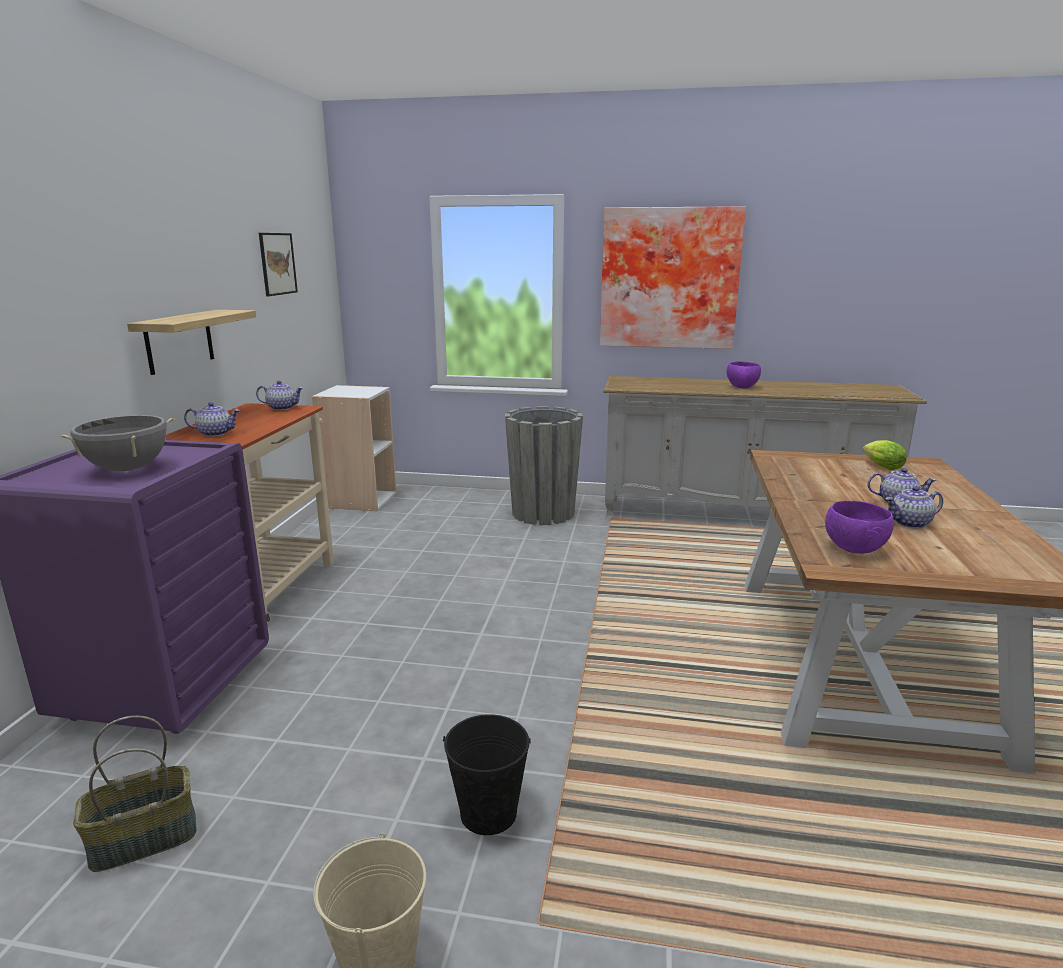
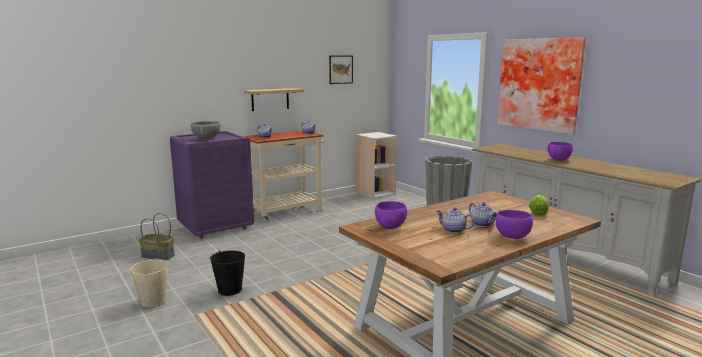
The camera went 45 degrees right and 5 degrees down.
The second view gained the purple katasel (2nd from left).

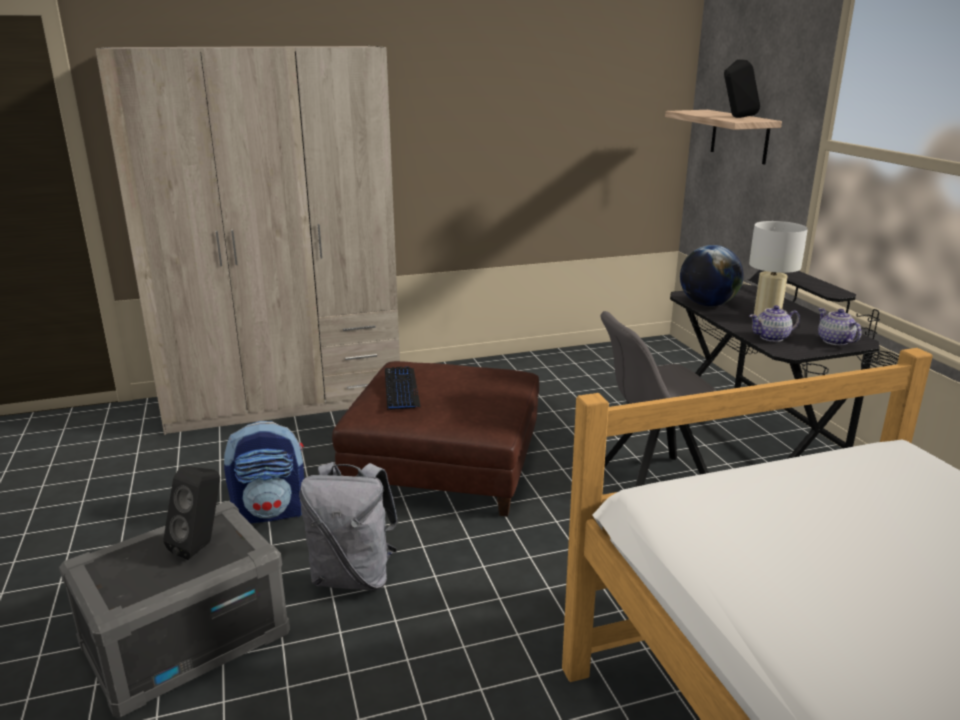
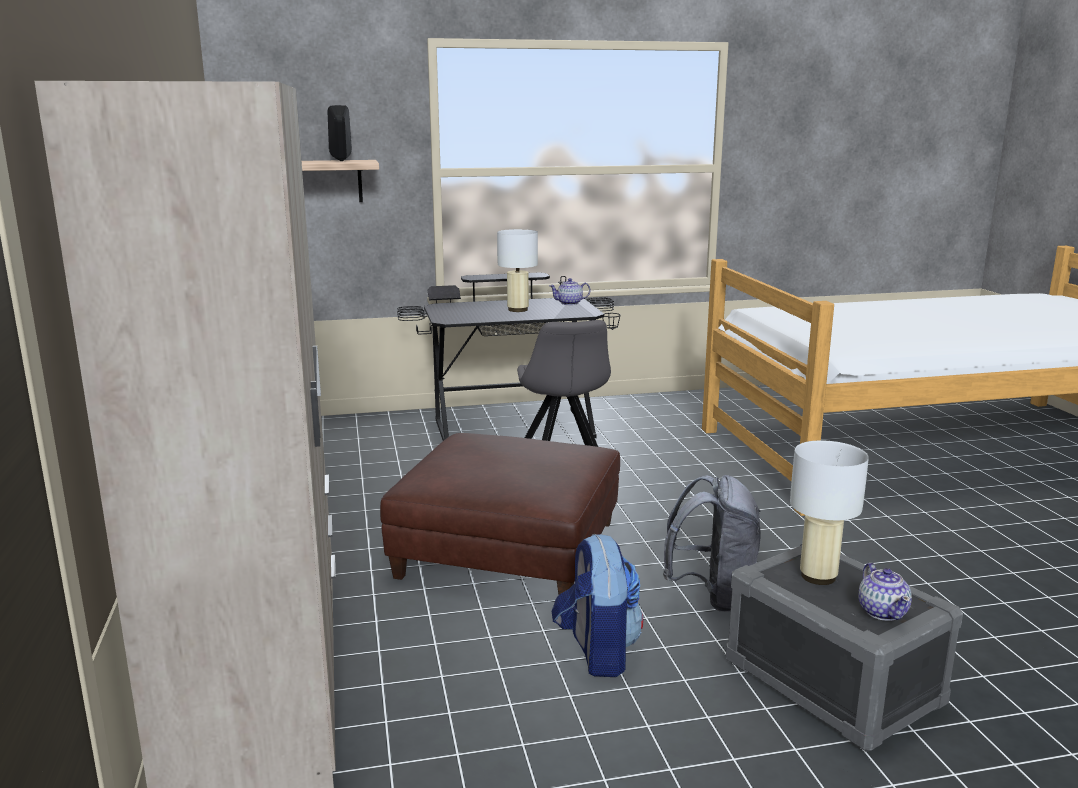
The camera went 85 degrees left and 5 degrees down.
The second view lost the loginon.
The second view lost the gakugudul.
The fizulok (1st from left in the first image) ended up elsewhere.
Where the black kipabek (1st from left) stood, the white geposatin (2nd from left) came to stand.

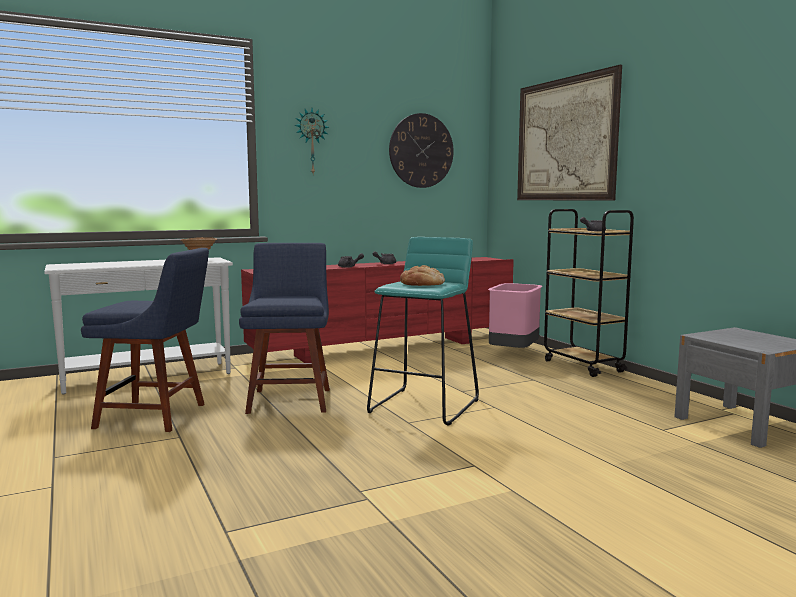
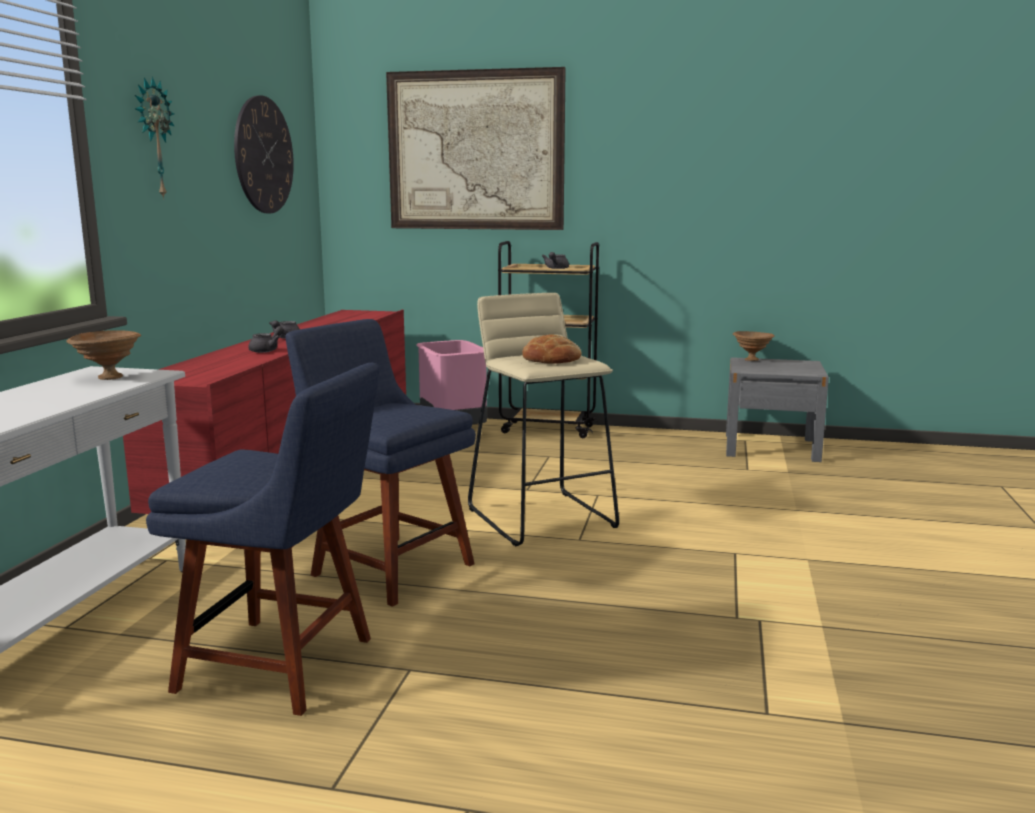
The camera went 50 degrees left and 5 degrees up.
The second view gained the brown katasel (2nd from left).
What was the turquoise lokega turned into the beige lokega.
The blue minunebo (1st from left) ended up facing another way, 60 degrees clockwise from before.

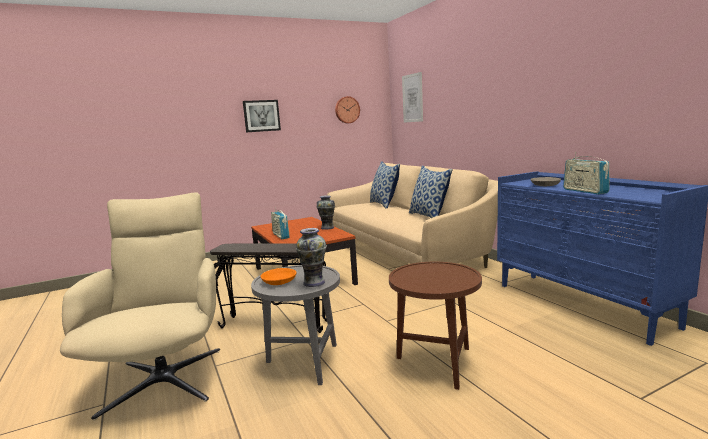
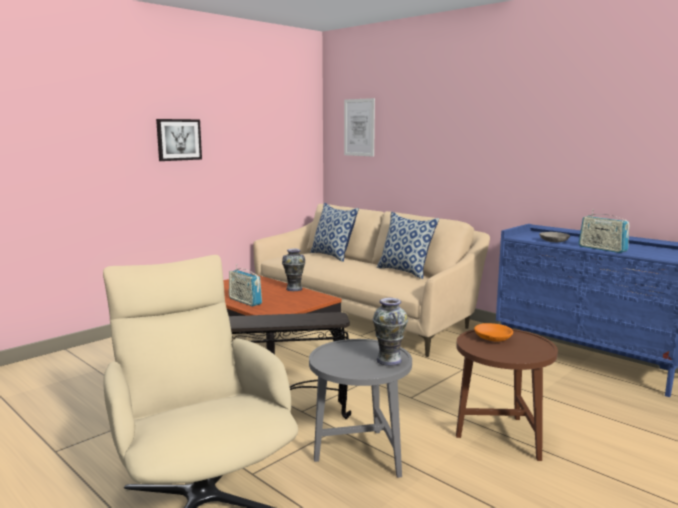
The camera went 20 degrees left and 0 degrees up.
The second view lost the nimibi.
The orange katasel ended up elsewhere.

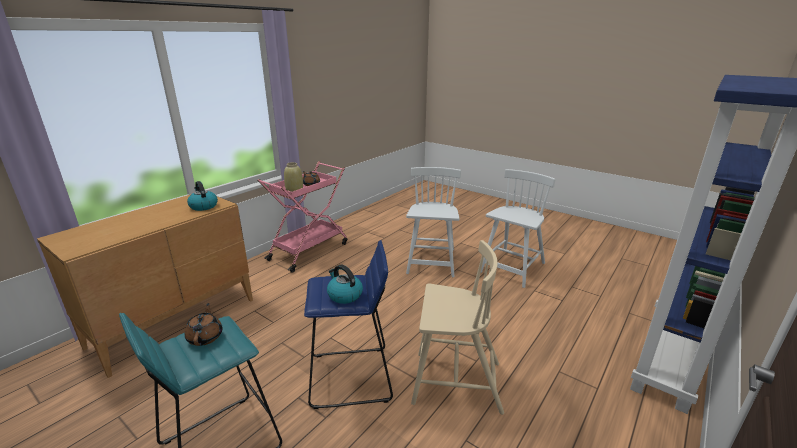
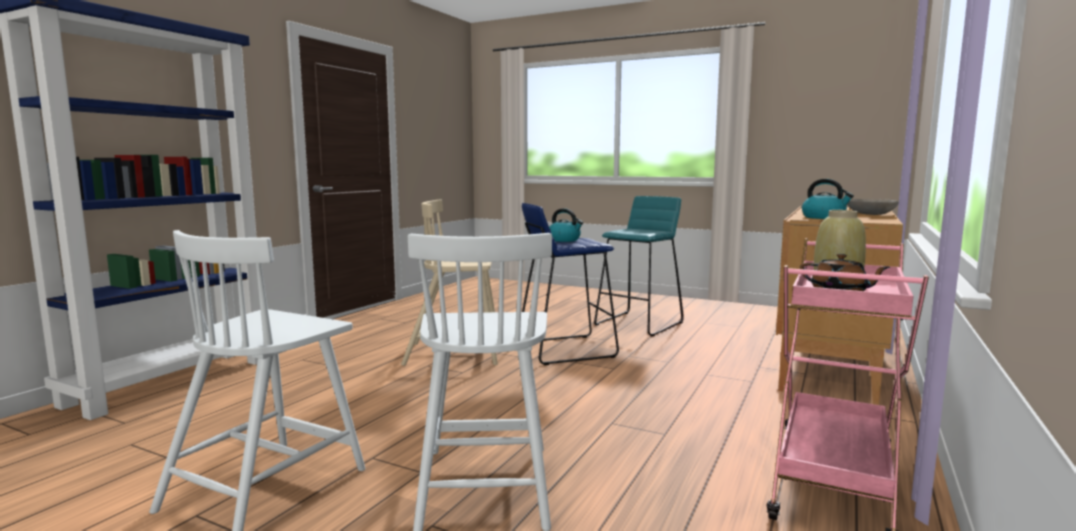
The camera went 170 degrees right and 15 degrees down.
The second view lost the brown fizulok (1st from left).
The second view gained the grey katasel.

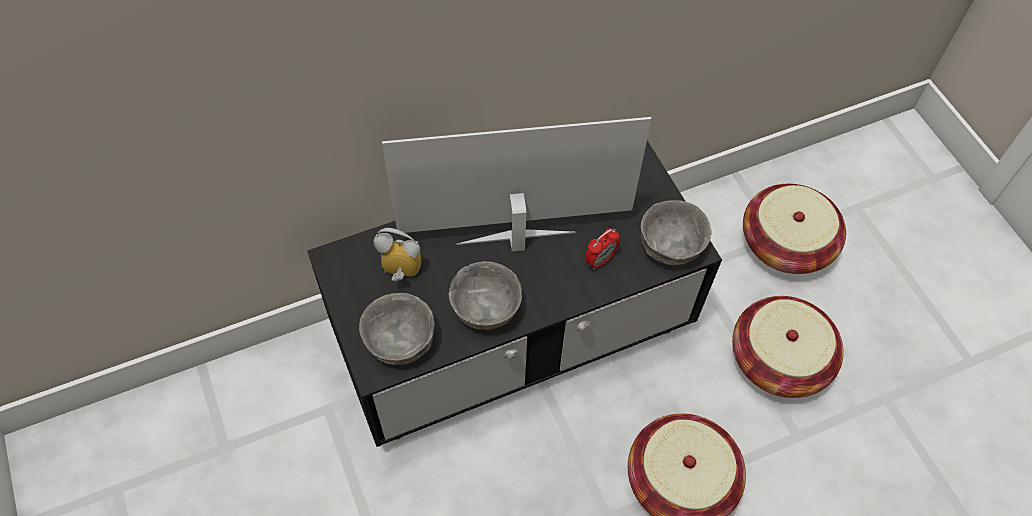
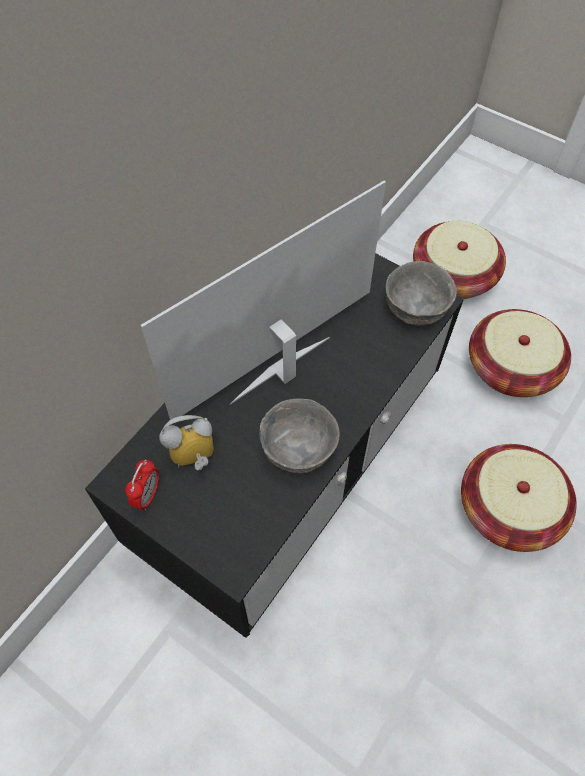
The camera went 30 degrees left and 0 degrees up.
The second view lost the grey katasel (1st from left).
The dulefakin (2nd from left in the first image) ended up elsewhere.

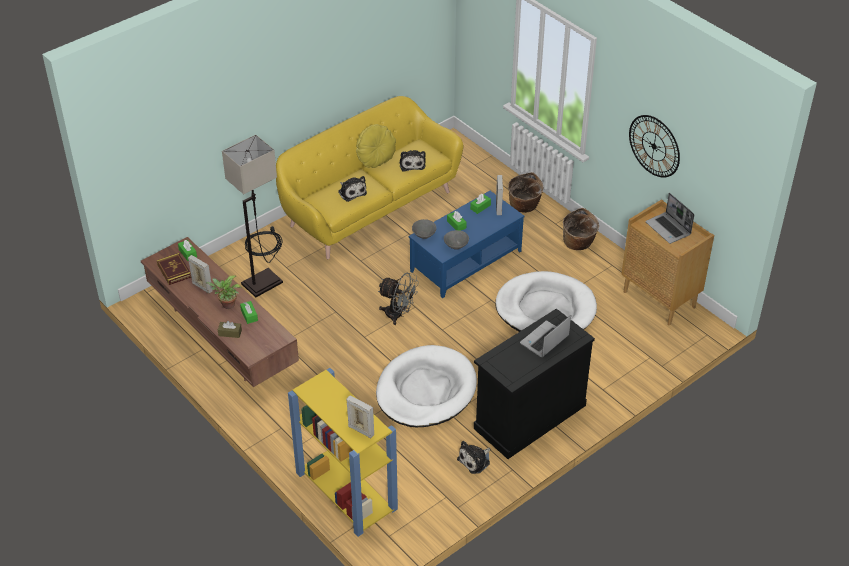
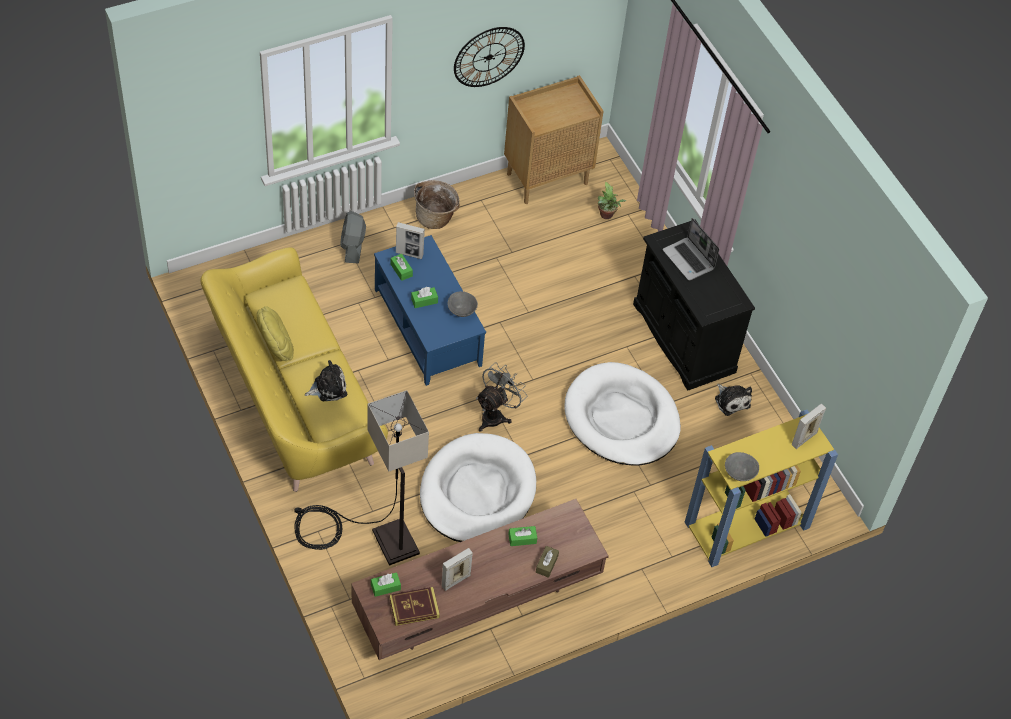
The camera went 80 degrees left and 10 degrees up.
The second view lost the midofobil (2nd from left).
The second view lost the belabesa (2nd from left).
The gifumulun ended up elsewhere.
The grey katasel (1st from left in the first image) ended up elsewhere.
The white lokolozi (2nd from left in the first image) ended up elsewhere.
Where the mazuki (1st from left) stood, the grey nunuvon (1st from left) came to stand.

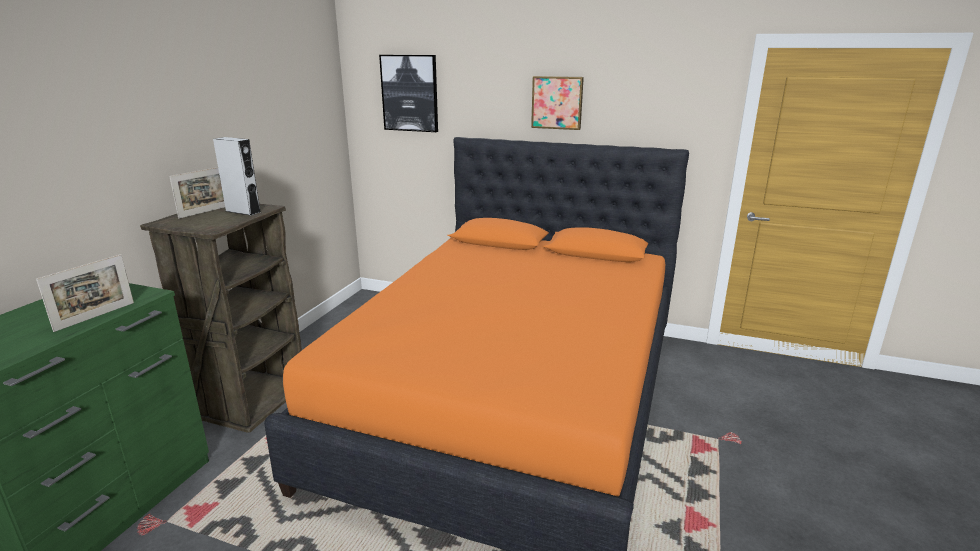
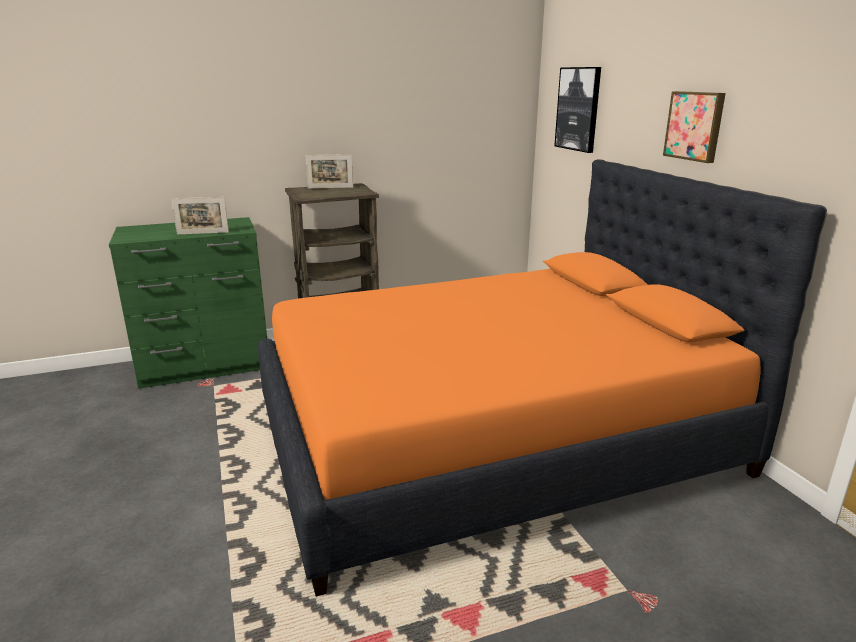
The camera went 50 degrees right and 0 degrees up.
The second view lost the grey kipabek.

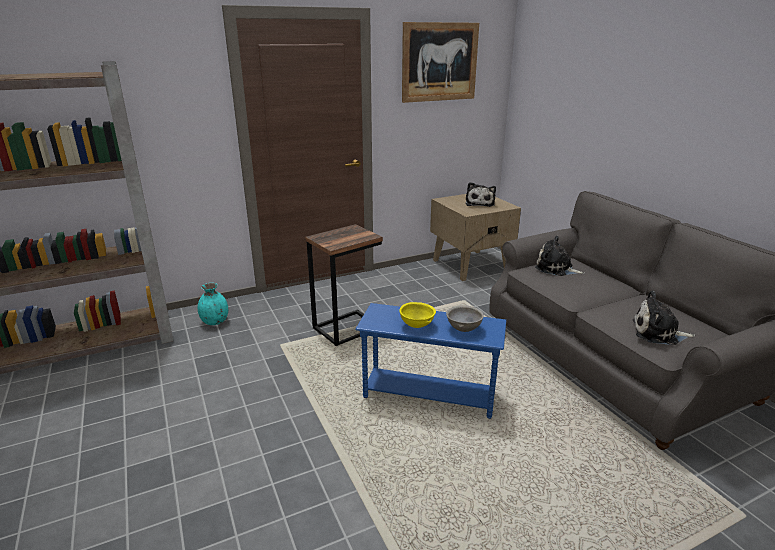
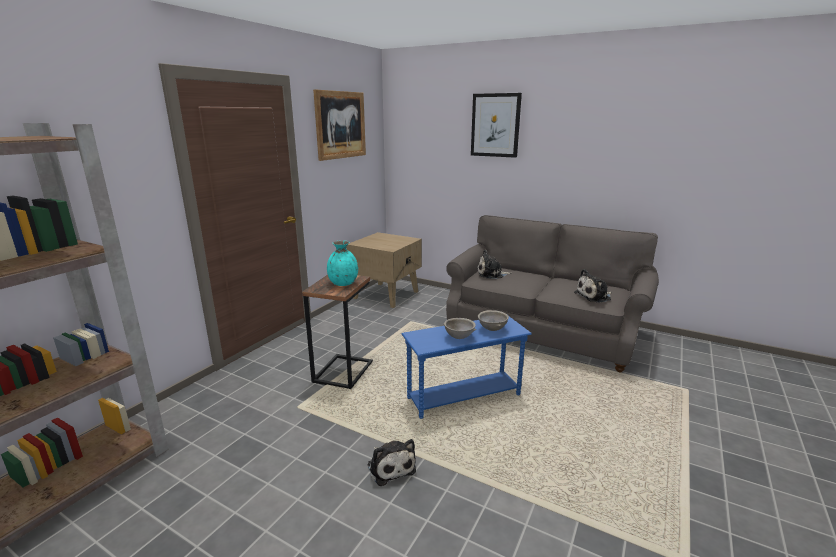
The camera went 35 degrees left and 5 degrees down.
The second view gained the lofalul (2nd from left).
The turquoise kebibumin ended up elsewhere.
The midofobil (1st from left) ended up elsewhere.
What was the yellow katasel turned into the grey katasel (1st from left).

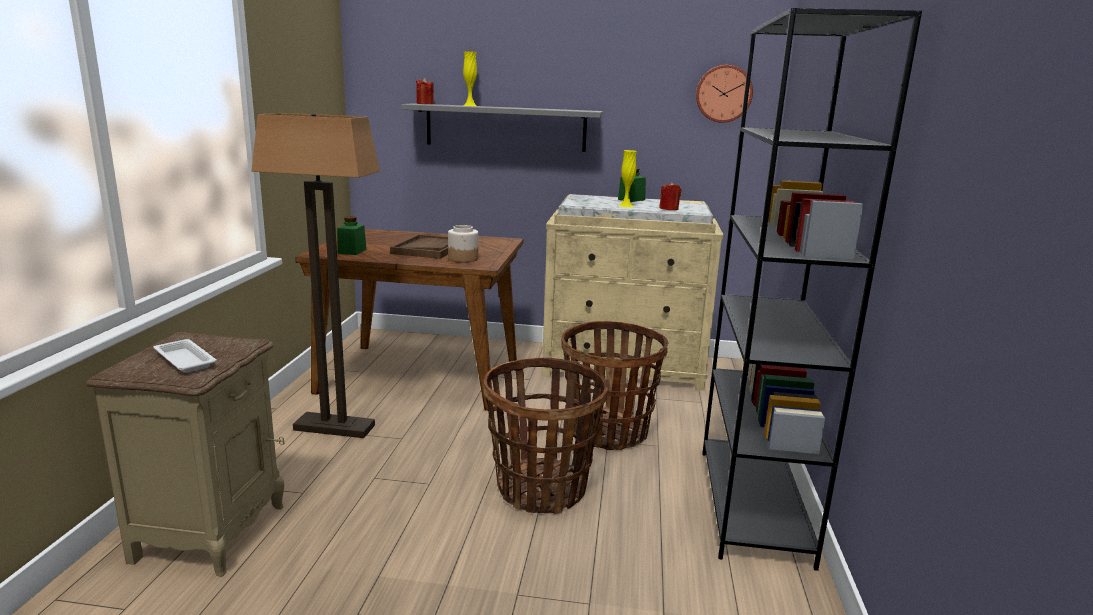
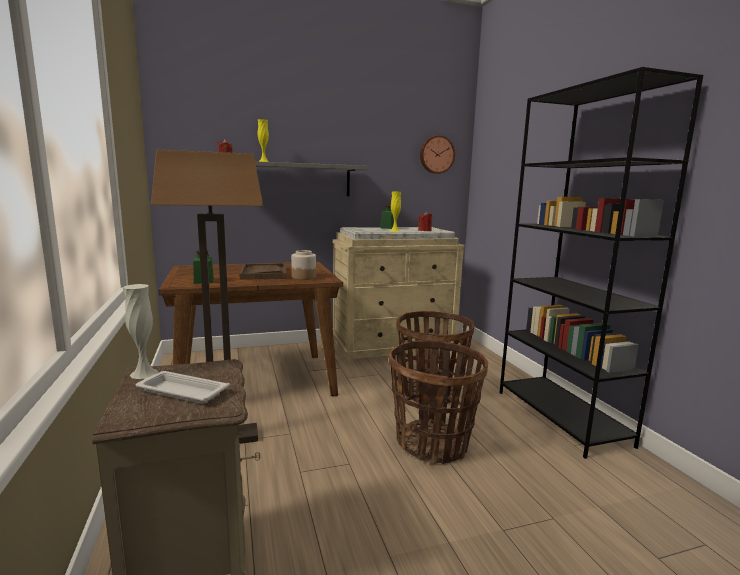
The camera went 25 degrees left and 5 degrees down.
The second view gained the white kebibumin.

